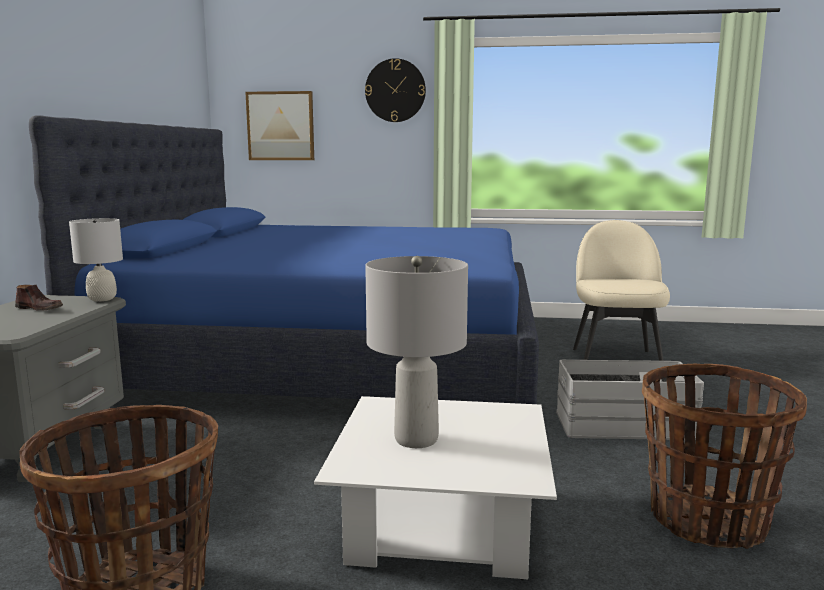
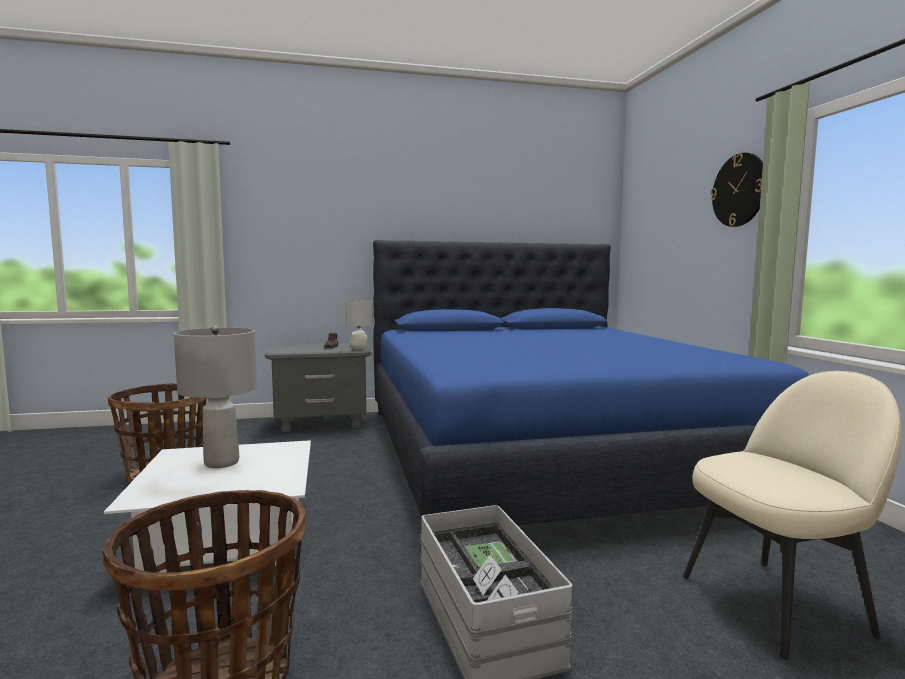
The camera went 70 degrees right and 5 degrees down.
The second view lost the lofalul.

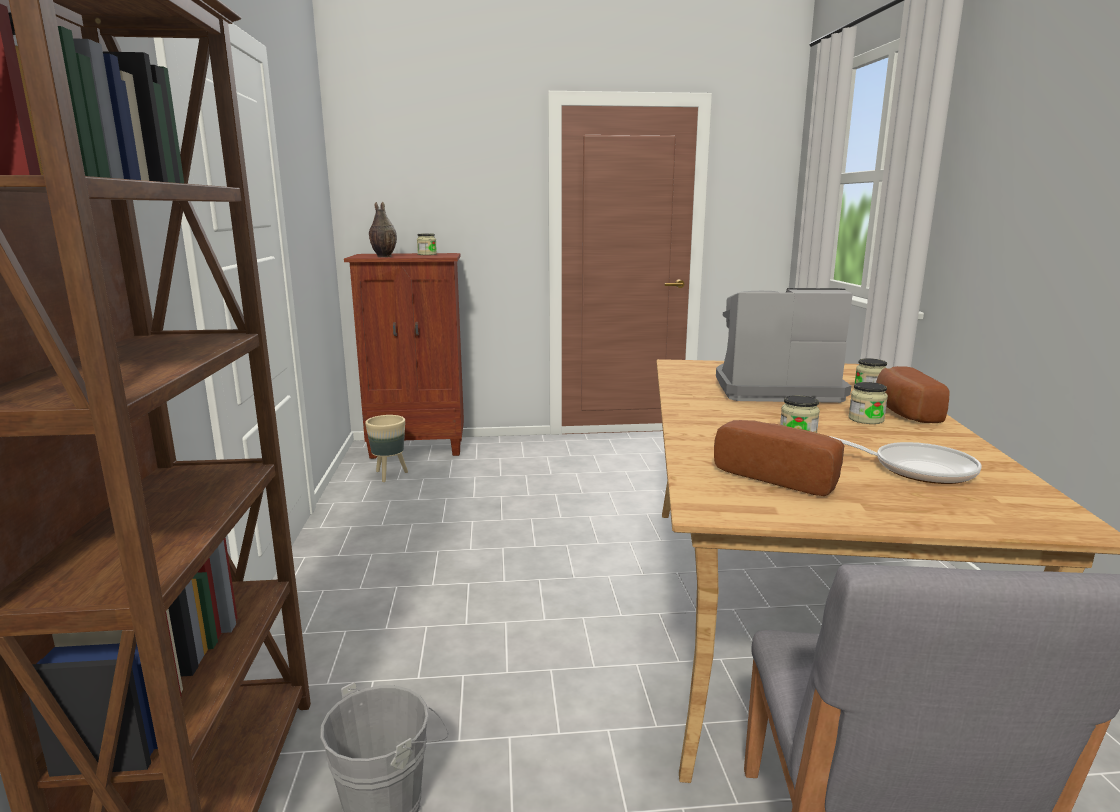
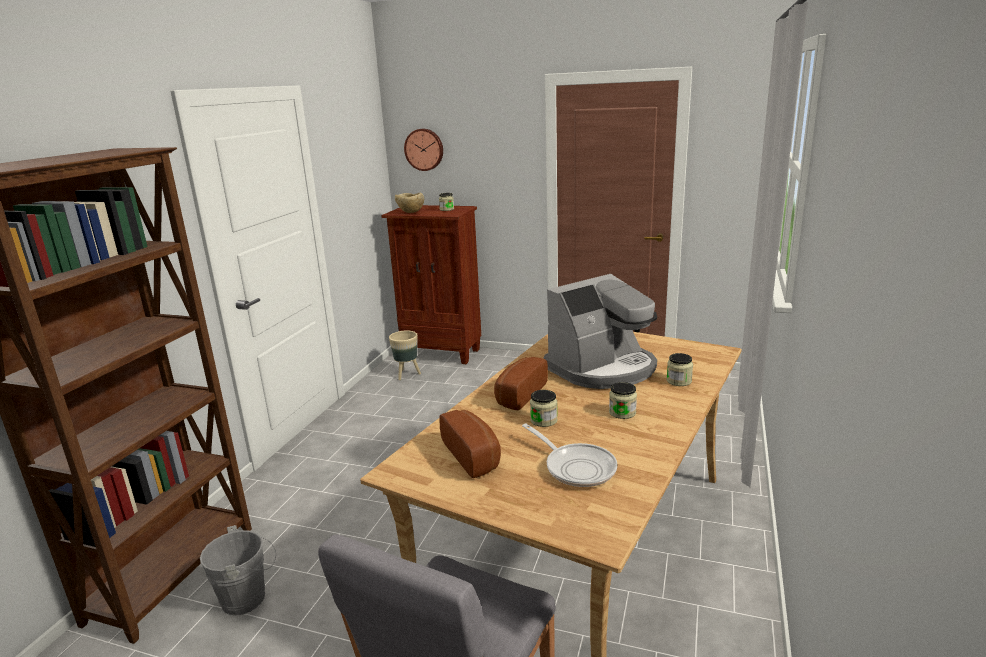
The camera went 25 degrees right and 5 degrees up.
The second view gained the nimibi.
The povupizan (2nd from left) ended up elsewhere.
Where the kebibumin stood, the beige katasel came to stand.
The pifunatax ended up facing another way, 120 degrees clockwise from before.

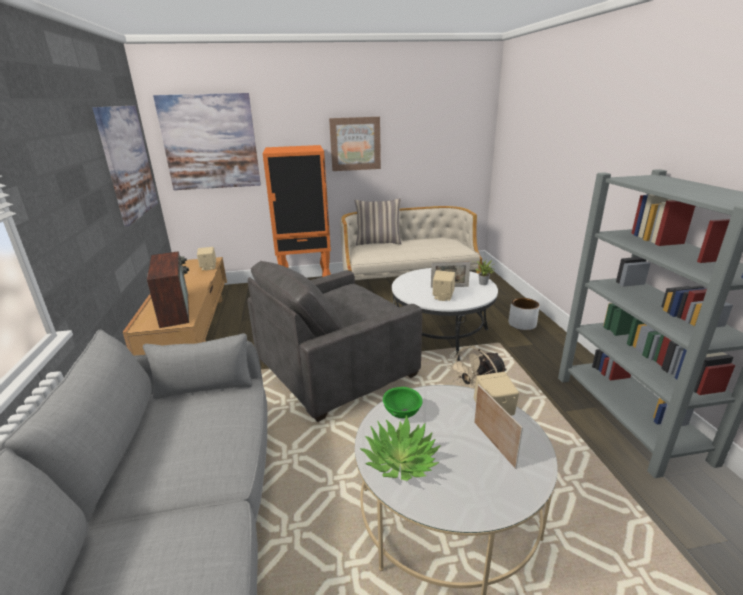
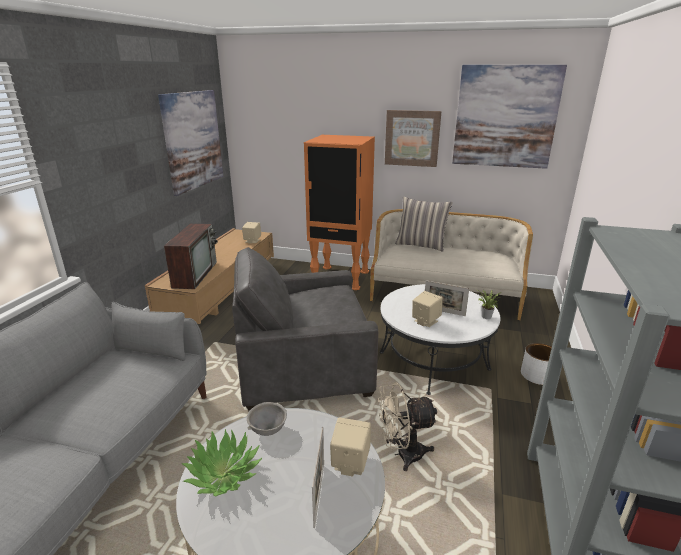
The camera went 25 degrees right and 0 degrees up.
The lofalul (2nd from left in the first image) ended up elsewhere.
What was the green katasel turned into the grey katasel.

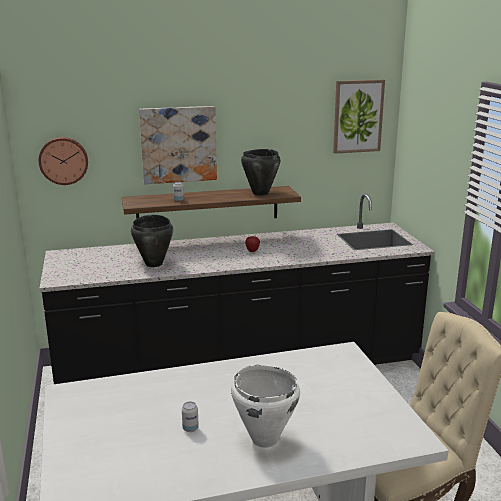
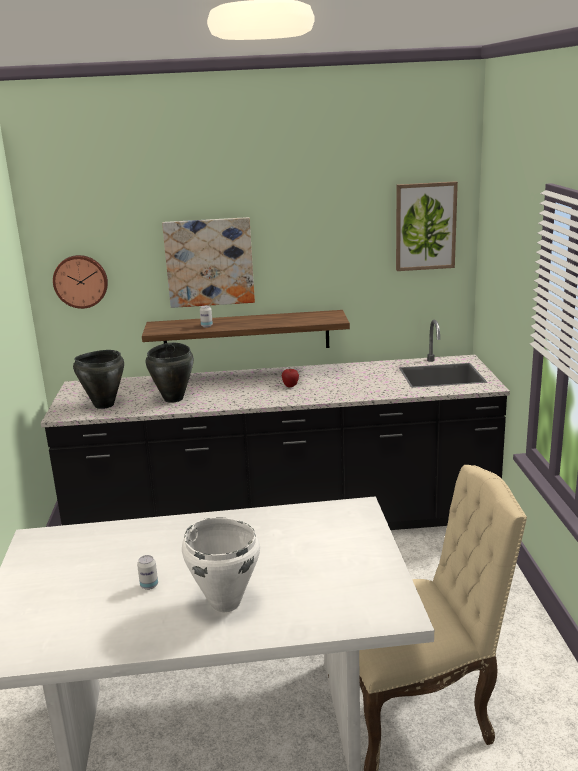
The camera went 10 degrees right and 0 degrees up.
The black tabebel (2nd from left in the first image) ended up elsewhere.

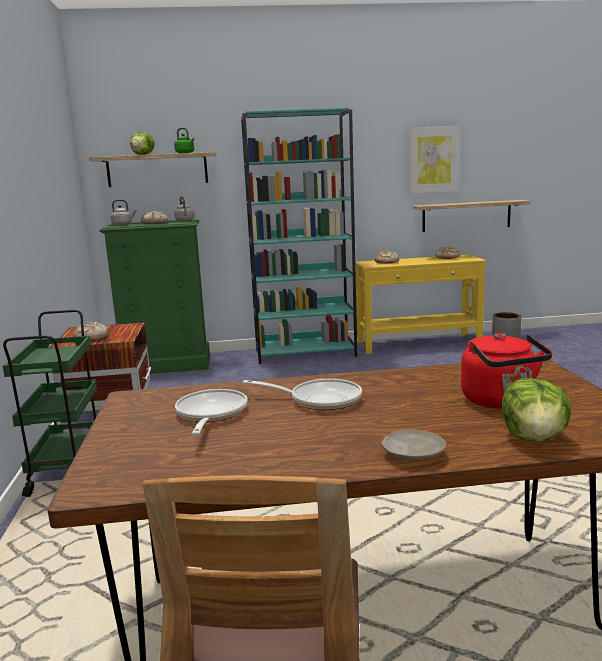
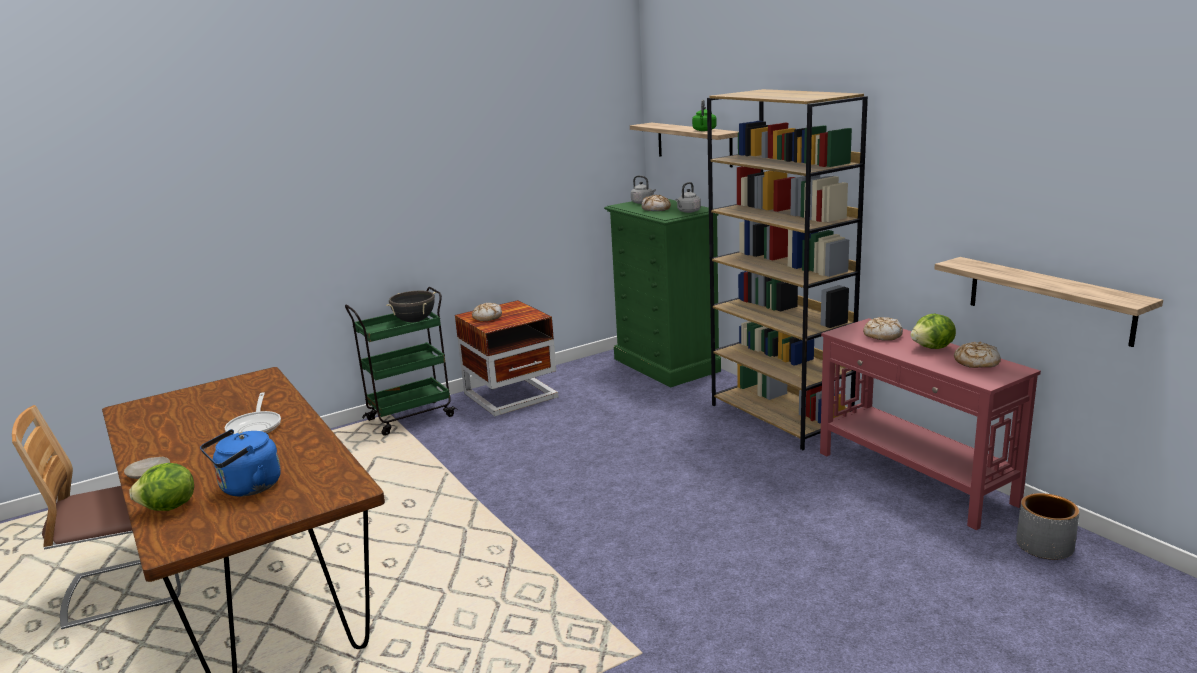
The camera went 65 degrees right and 5 degrees up.
The second view lost the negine (1st from left).
The second view lost the lofalul.
The second view gained the black tabebel.
The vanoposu (1st from left in the first image) ended up elsewhere.
What was the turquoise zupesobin turned into the brown zupesobin.
What was the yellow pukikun turned into the red pukikun.
What was the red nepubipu turned into the blue nepubipu.

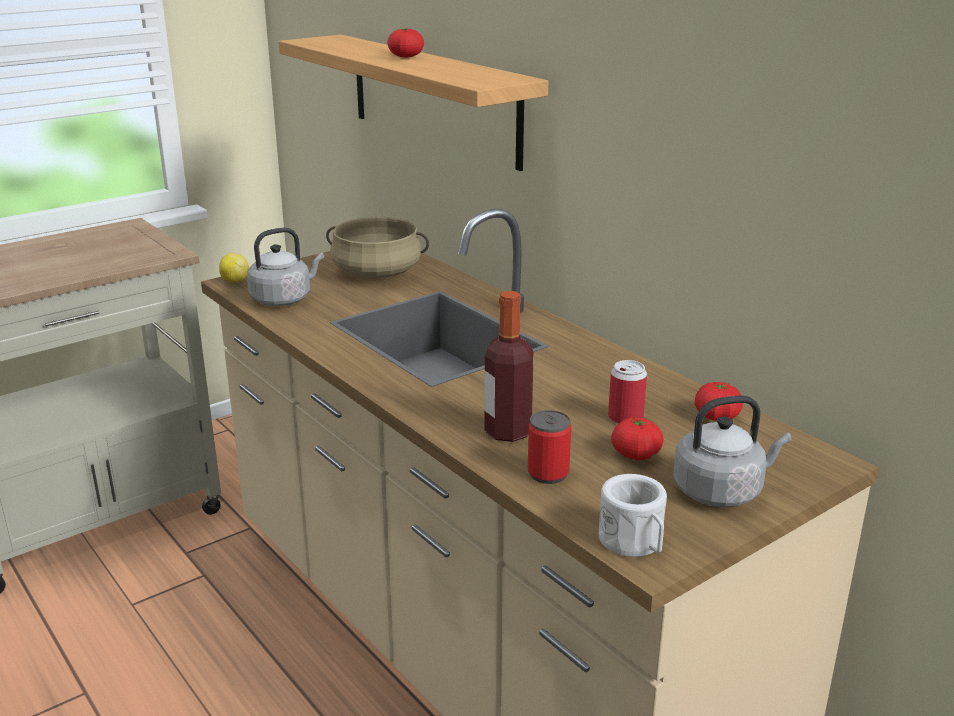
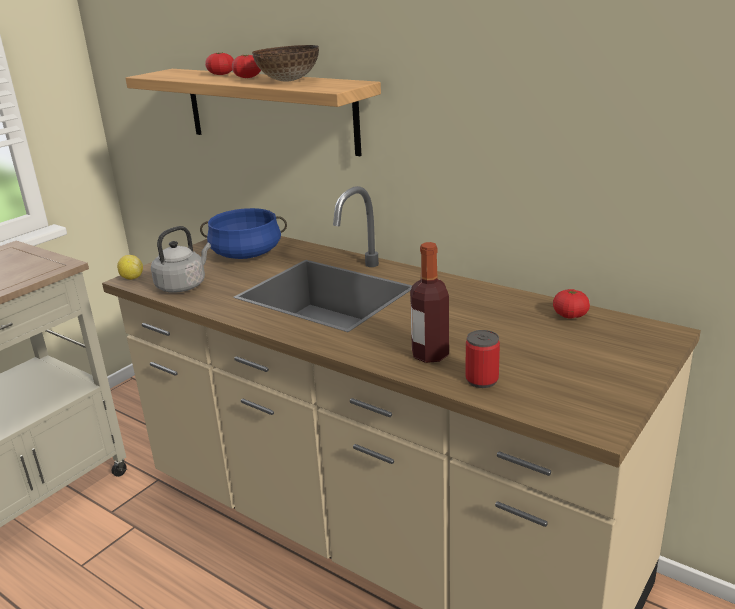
The camera went 15 degrees left and 0 degrees up.
The second view lost the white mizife.
The second view lost the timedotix (2nd from left).
The second view lost the grey nepubipu (2nd from left).
The second view gained the katasel.
The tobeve (2nd from left in the first image) ended up elsewhere.
What was the beige tabebel turned into the blue tabebel.

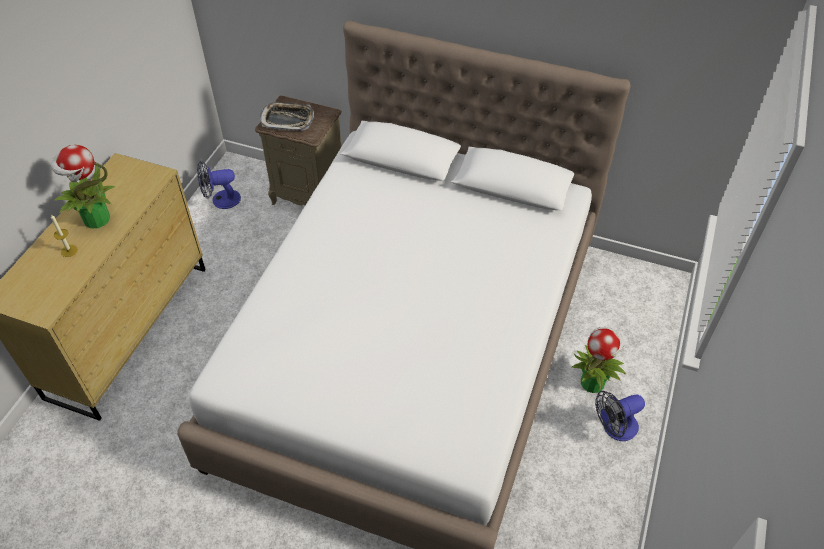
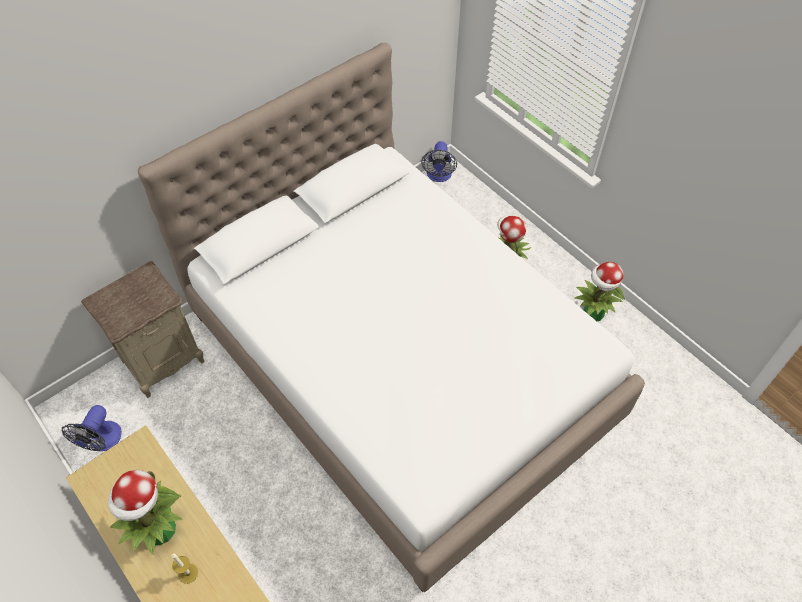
The camera went 60 degrees left and 5 degrees up.
The second view lost the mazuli.
The second view gained the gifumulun (3rd from left).
The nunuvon (2nd from left) ended up elsewhere.

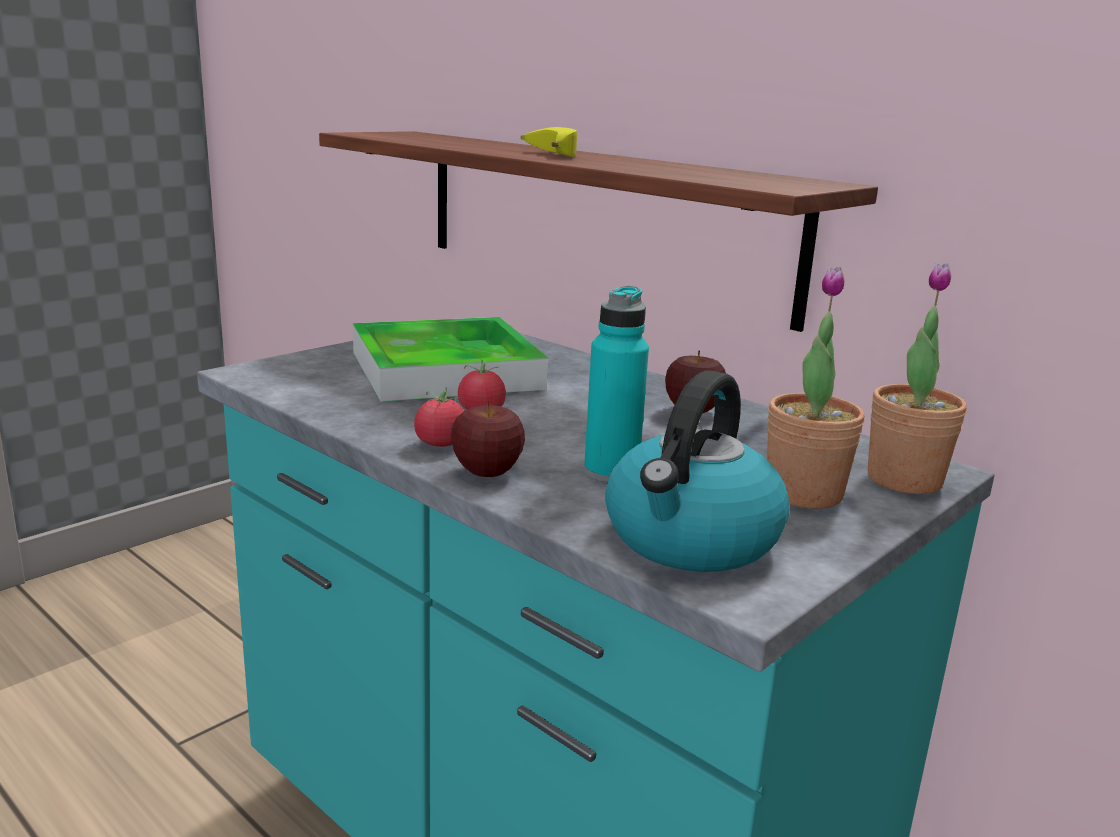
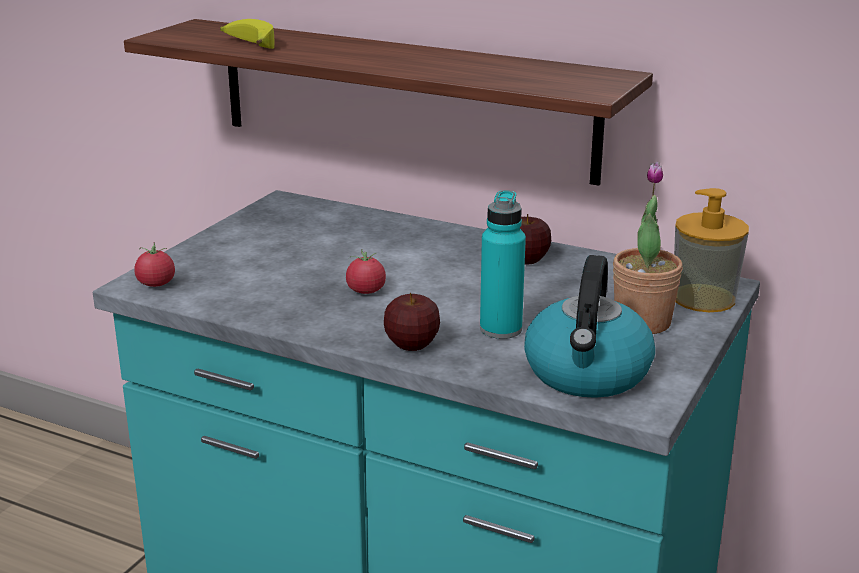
The camera went 15 degrees left and 5 degrees up.
The second view lost the mazuli.
The tobeve (1st from left) ended up elsewhere.
The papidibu ended up elsewhere.
Where the gifumulun (2nd from left) stood, the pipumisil came to stand.

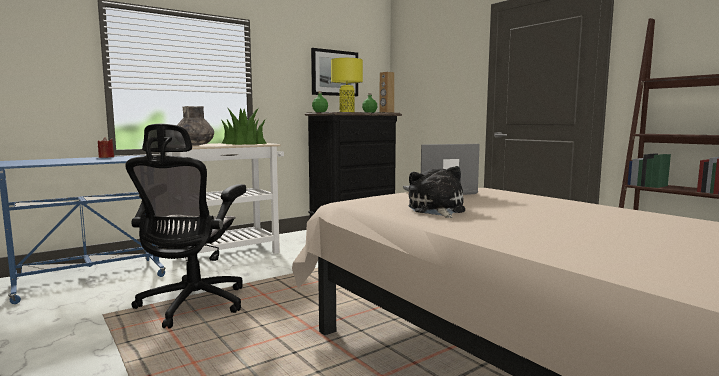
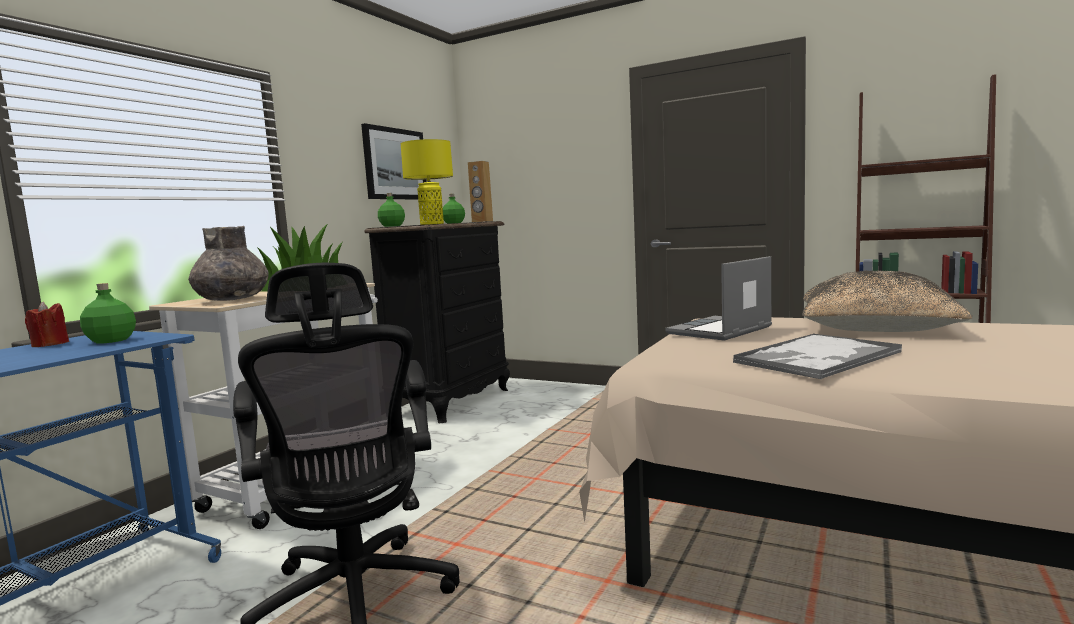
The camera went 25 degrees left and 0 degrees up.
The second view gained the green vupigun (1st from left).
The second view gained the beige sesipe.
Where the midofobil stood, the mazuli came to stand.

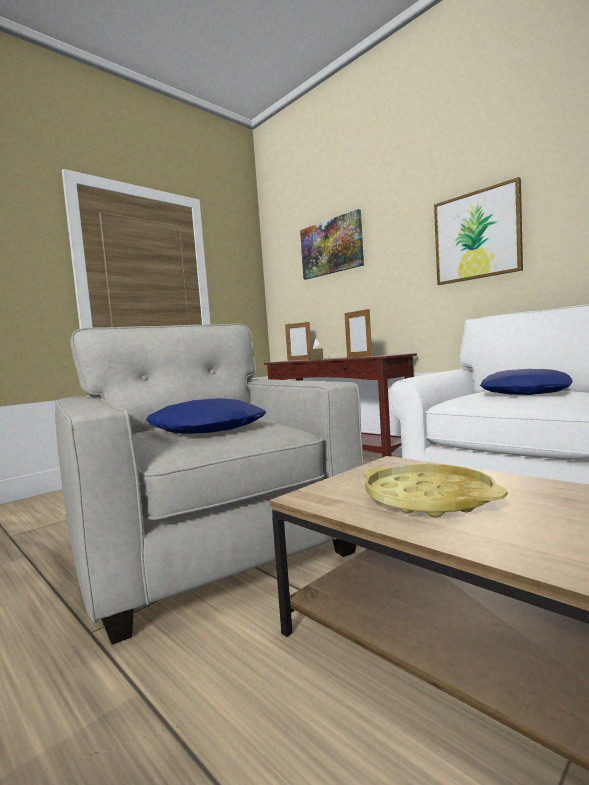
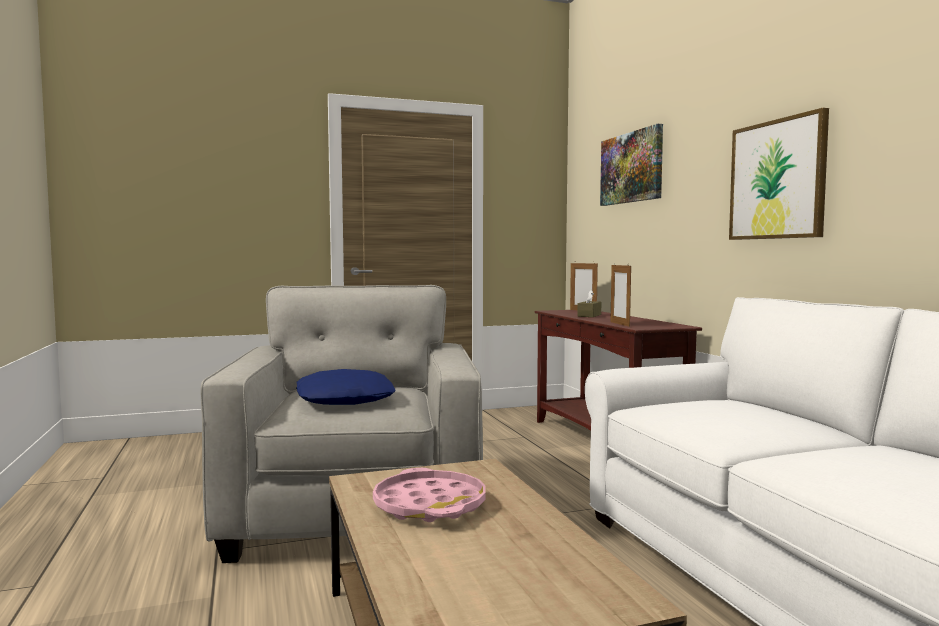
The camera went 25 degrees right and 0 degrees up.
The second view lost the blue sesipe (2nd from left).
What was the yellow mazuli turned into the pink mazuli.

